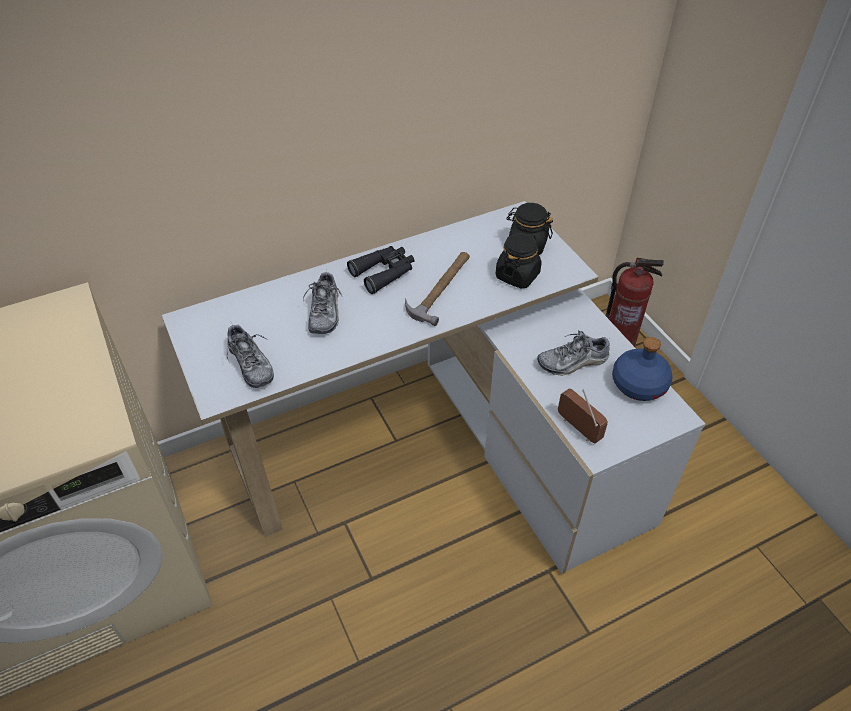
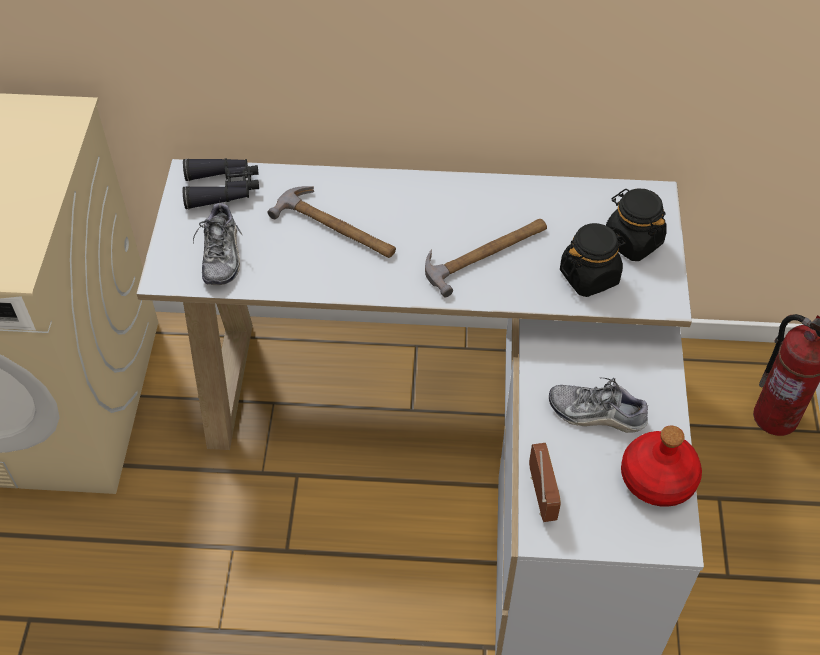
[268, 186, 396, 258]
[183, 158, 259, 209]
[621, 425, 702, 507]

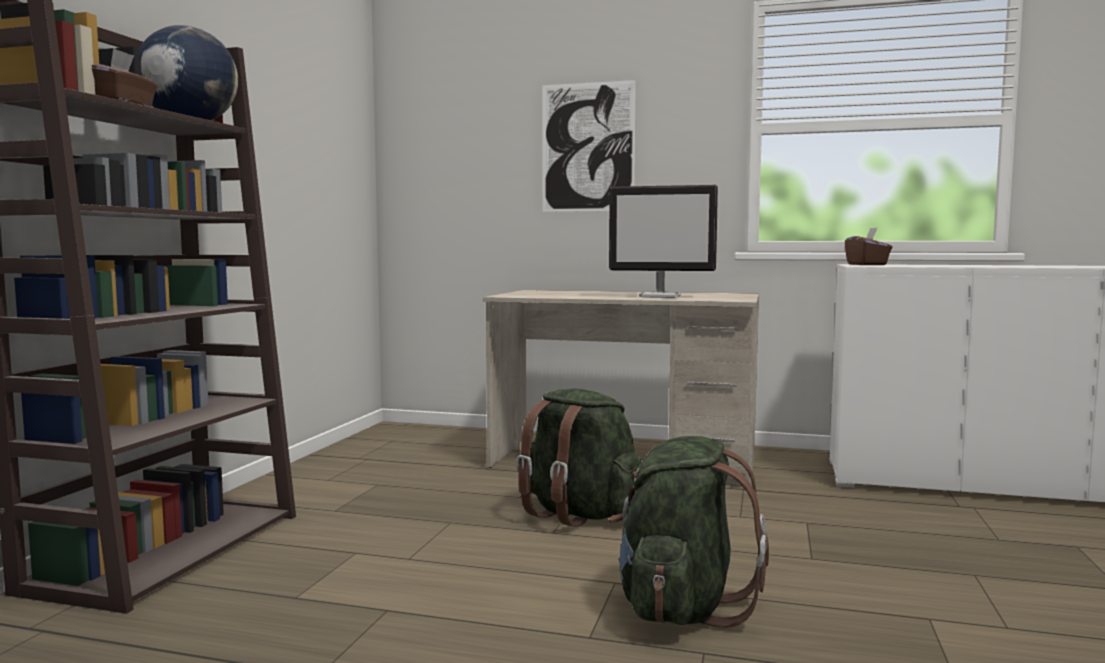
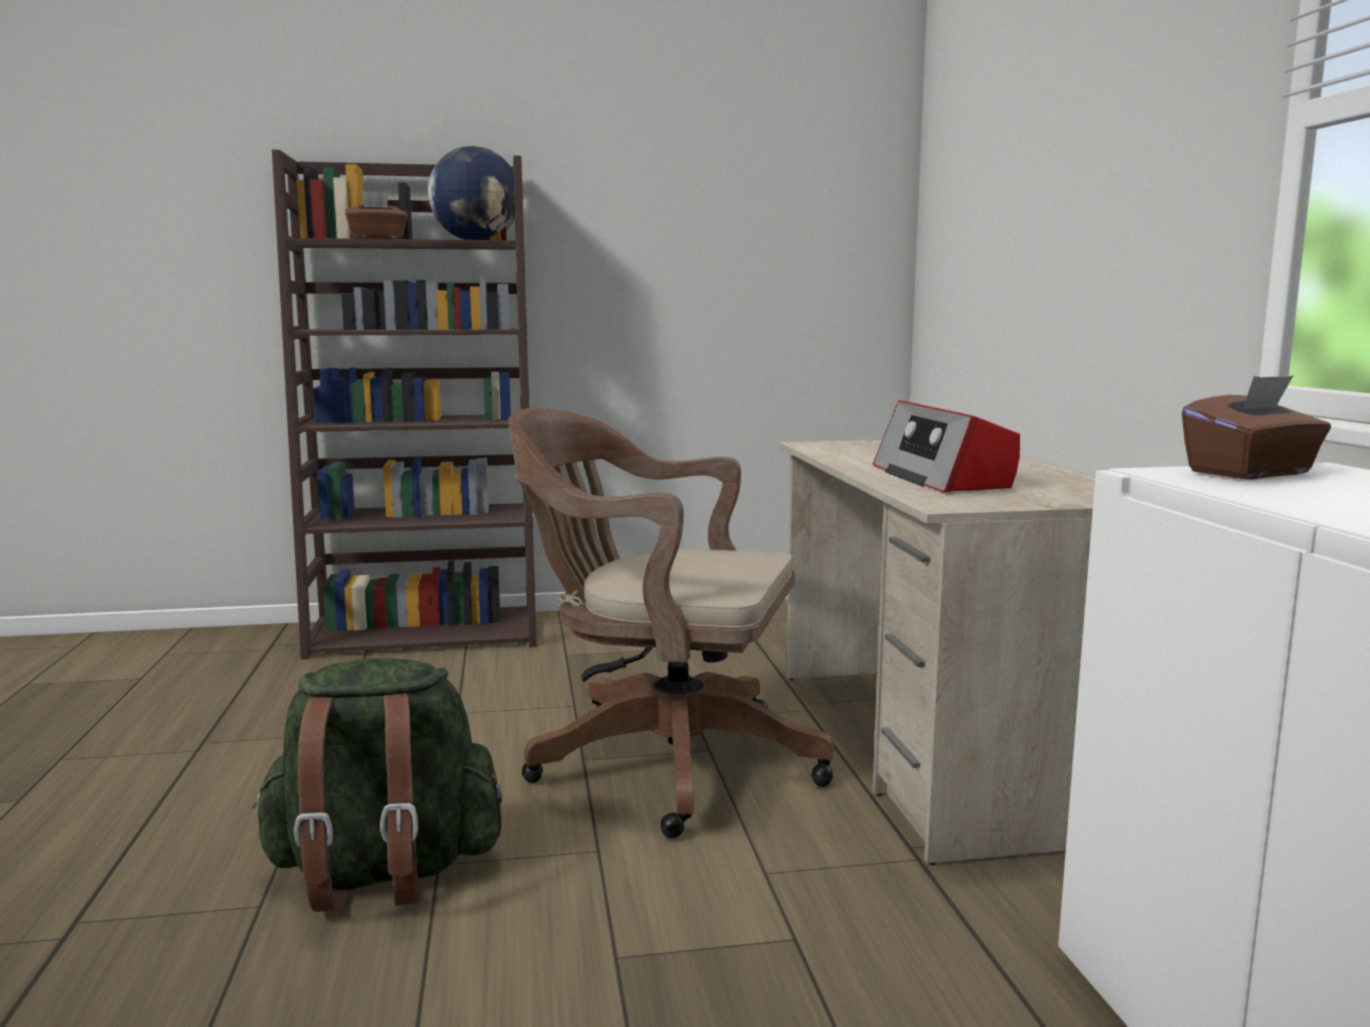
[508, 408, 834, 838]
[542, 80, 636, 212] (first image)
[873, 400, 1020, 493]

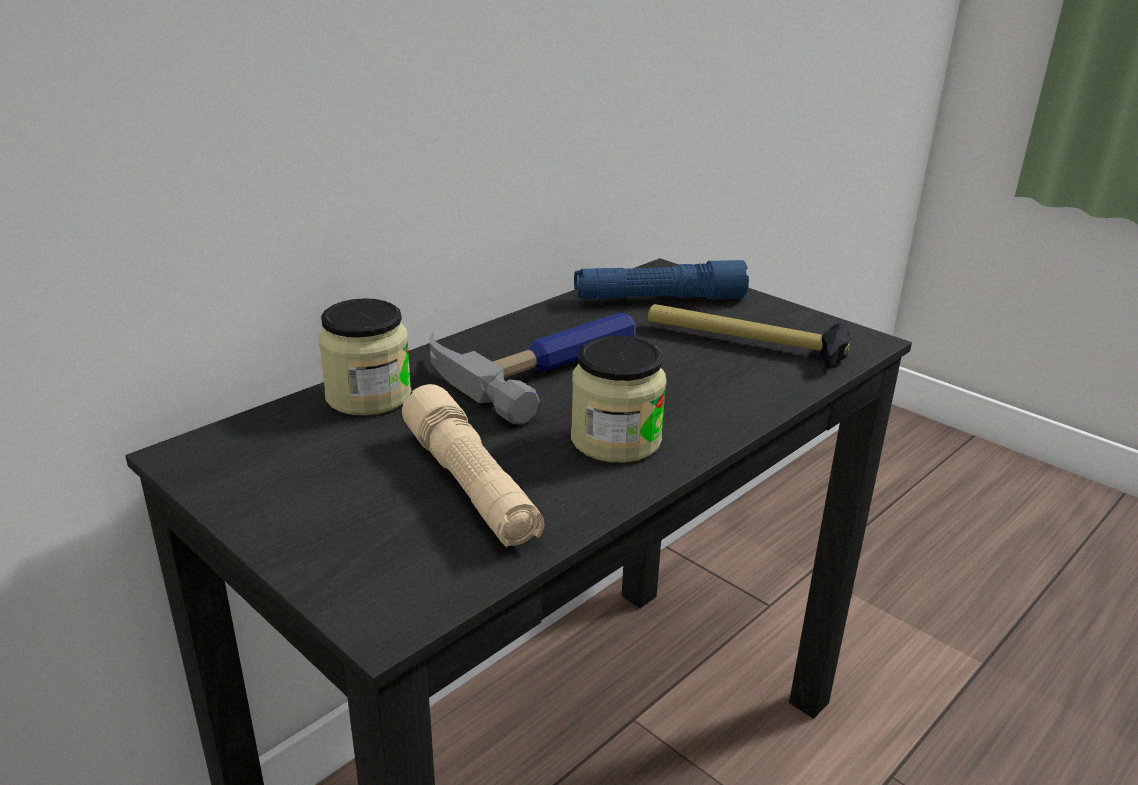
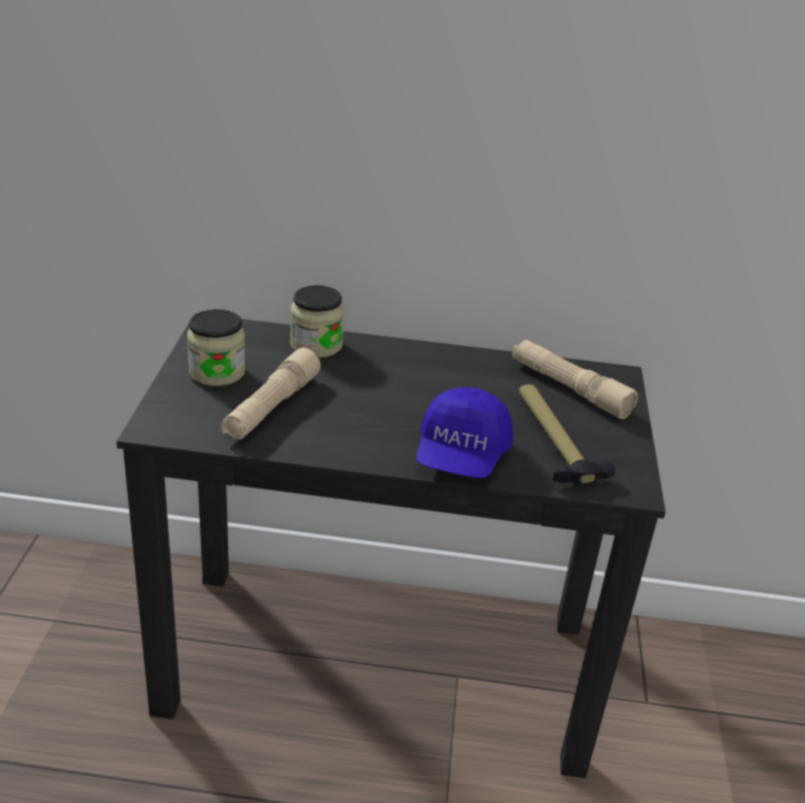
[430, 313, 636, 424] (first image)
[187, 309, 245, 386]
[512, 340, 638, 419]
[417, 387, 513, 478]

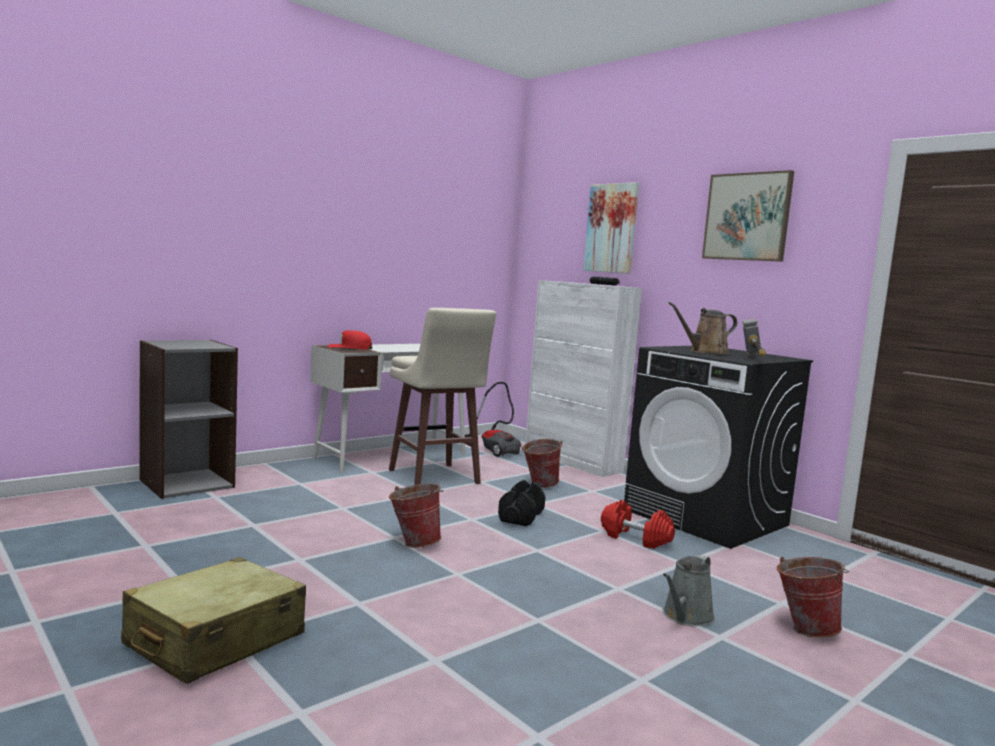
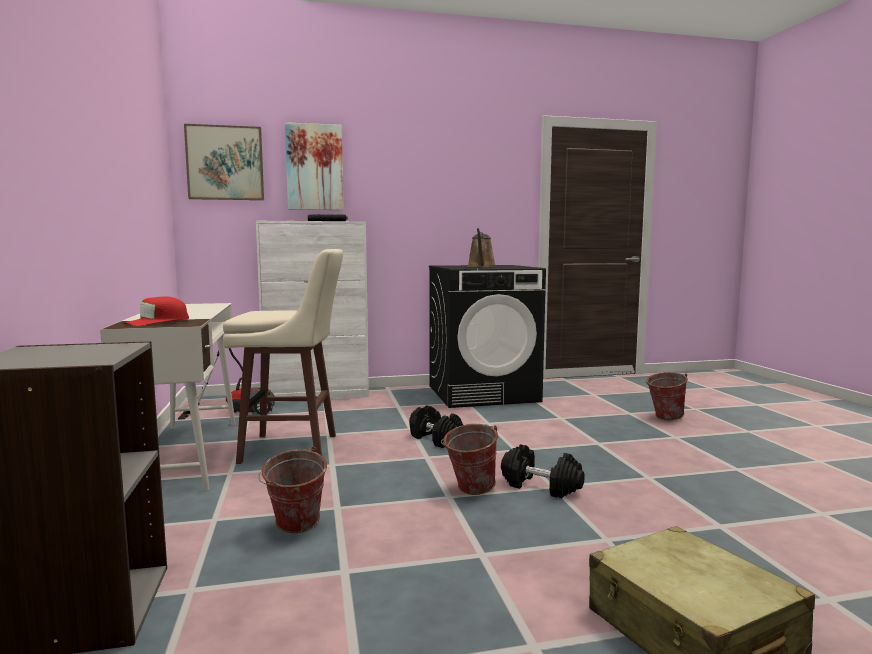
[258, 447, 327, 533]
[601, 500, 675, 549] (first image)
[663, 555, 715, 627] (first image)
[184, 124, 264, 200]
[742, 319, 766, 357] (first image)
[501, 444, 585, 498]

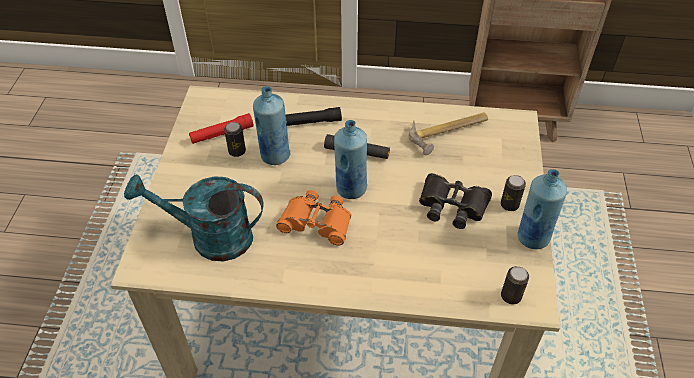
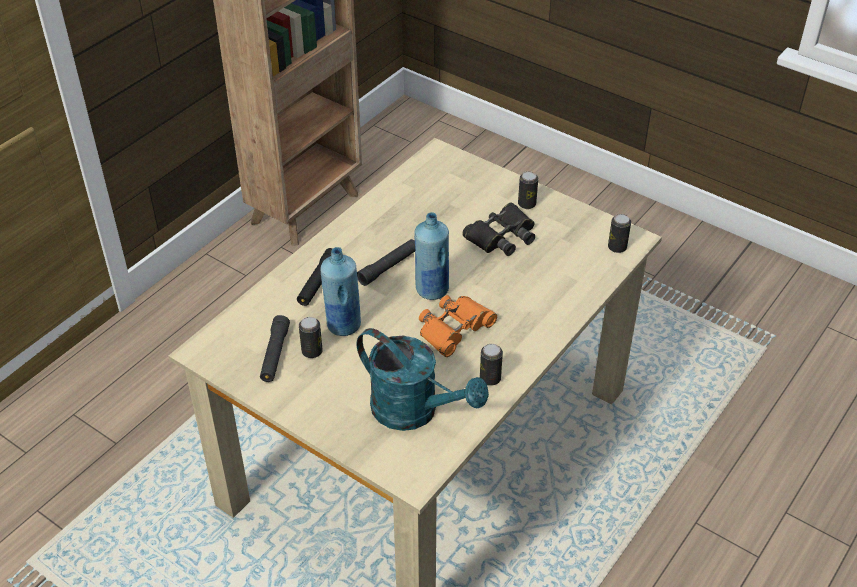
[357, 328, 489, 431]
[260, 315, 290, 382]
[409, 112, 488, 155] (first image)
[518, 169, 567, 249] (first image)
[480, 344, 503, 386]

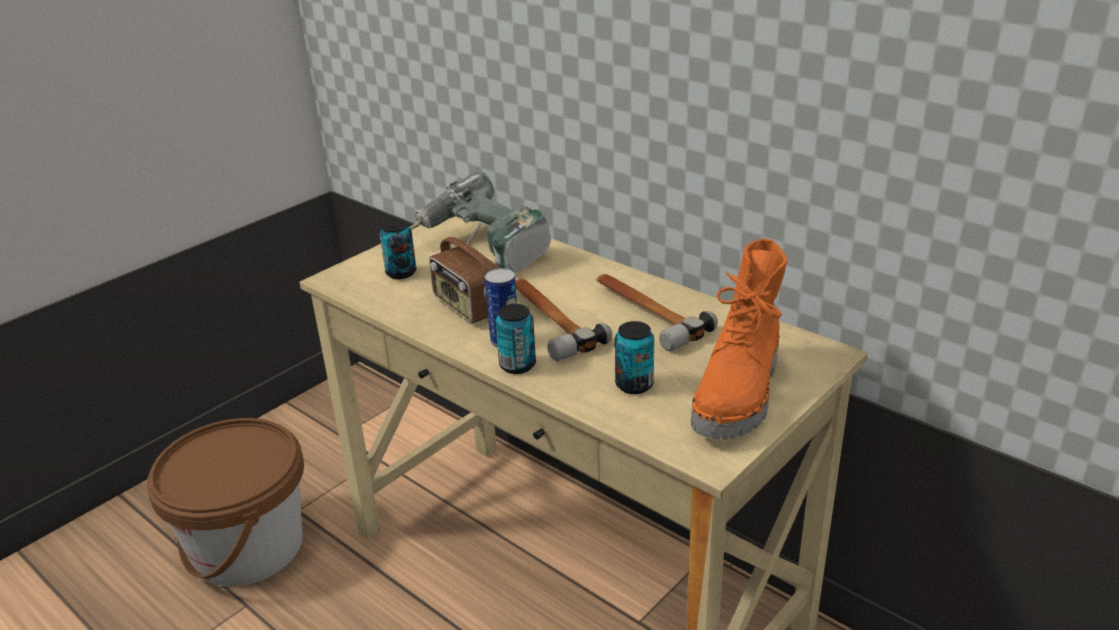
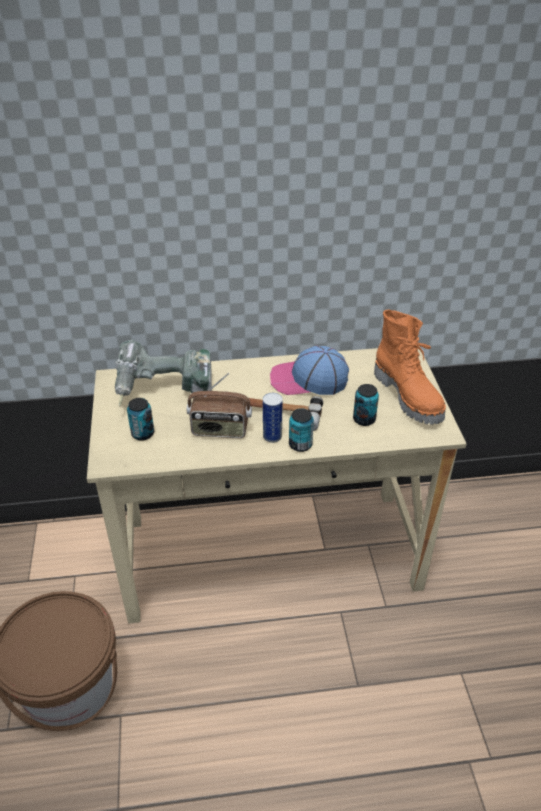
[270, 346, 349, 395]

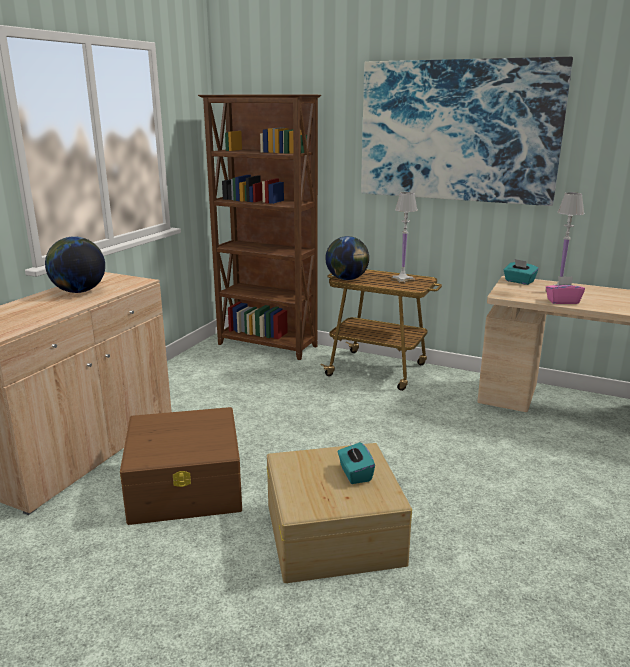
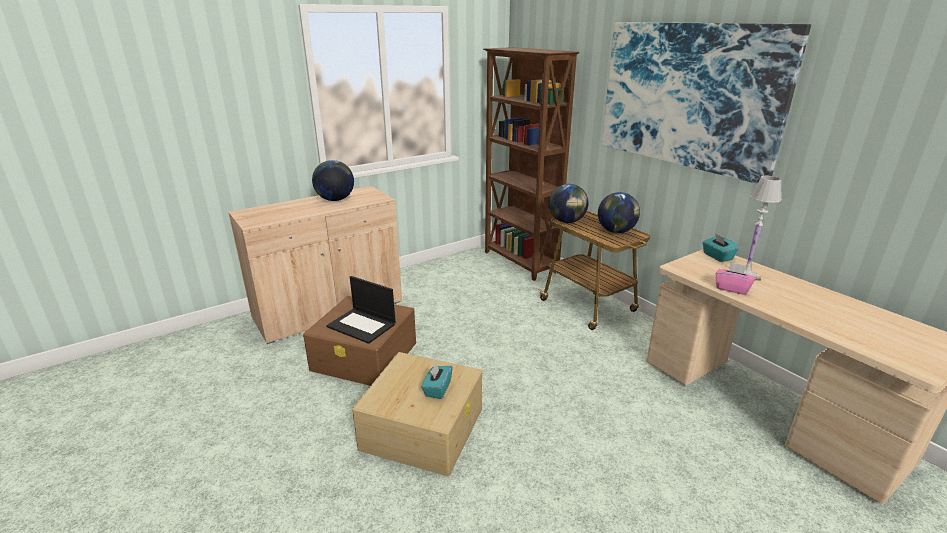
[598, 192, 640, 233]
[326, 276, 395, 344]

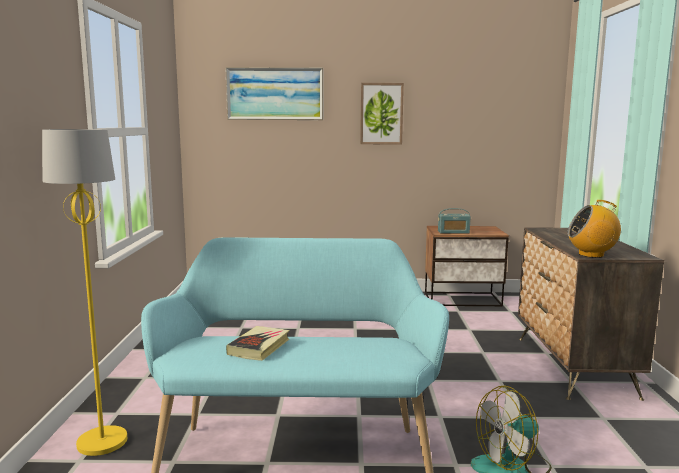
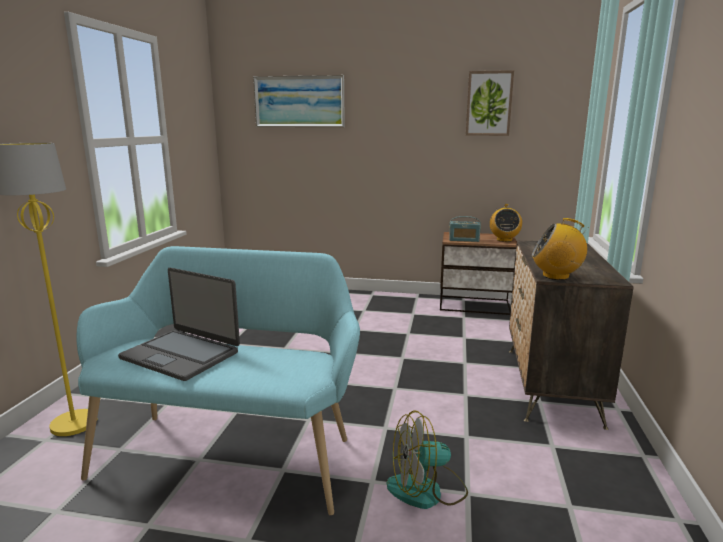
[118, 268, 240, 381]
[466, 70, 514, 136]
[490, 204, 522, 242]

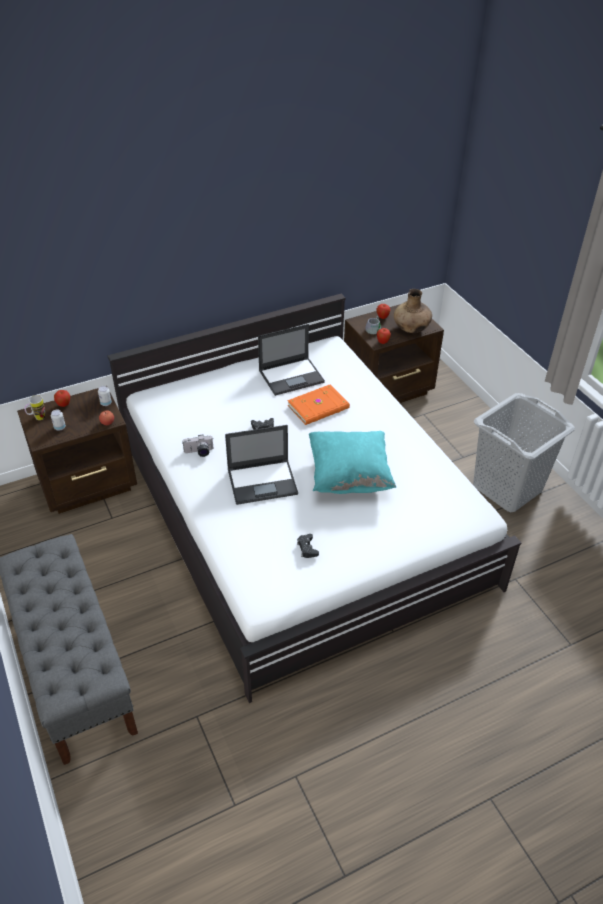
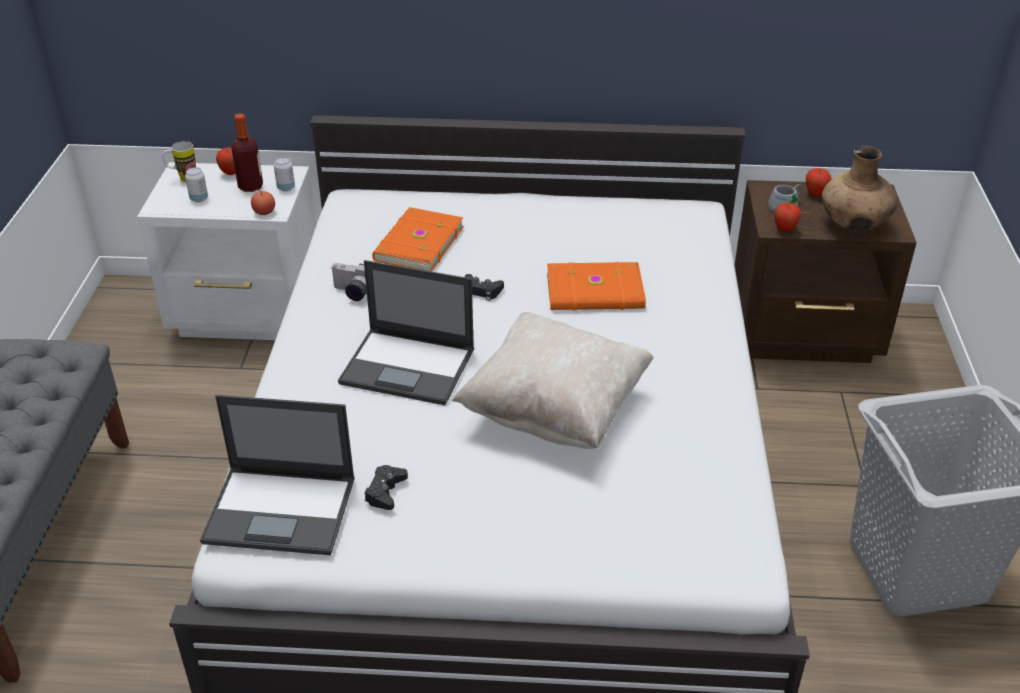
[137, 162, 316, 340]
[200, 395, 355, 555]
[452, 312, 654, 449]
[232, 114, 263, 192]
[372, 207, 464, 272]

